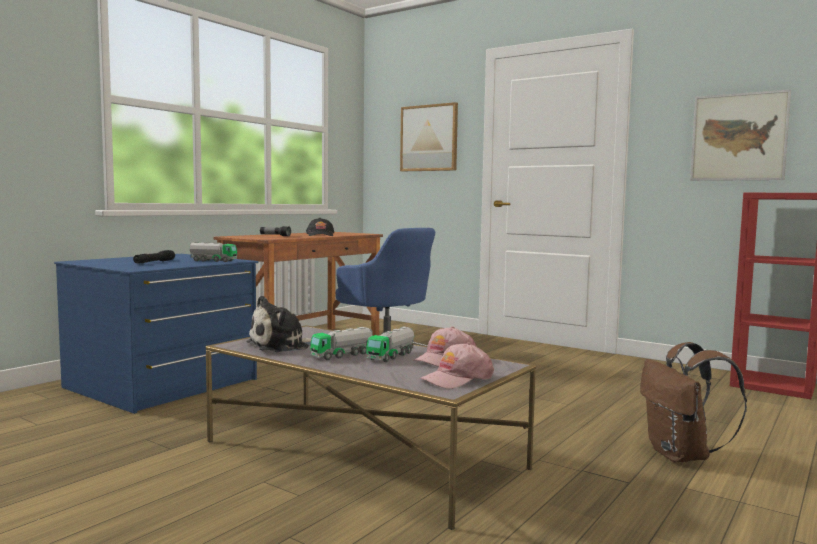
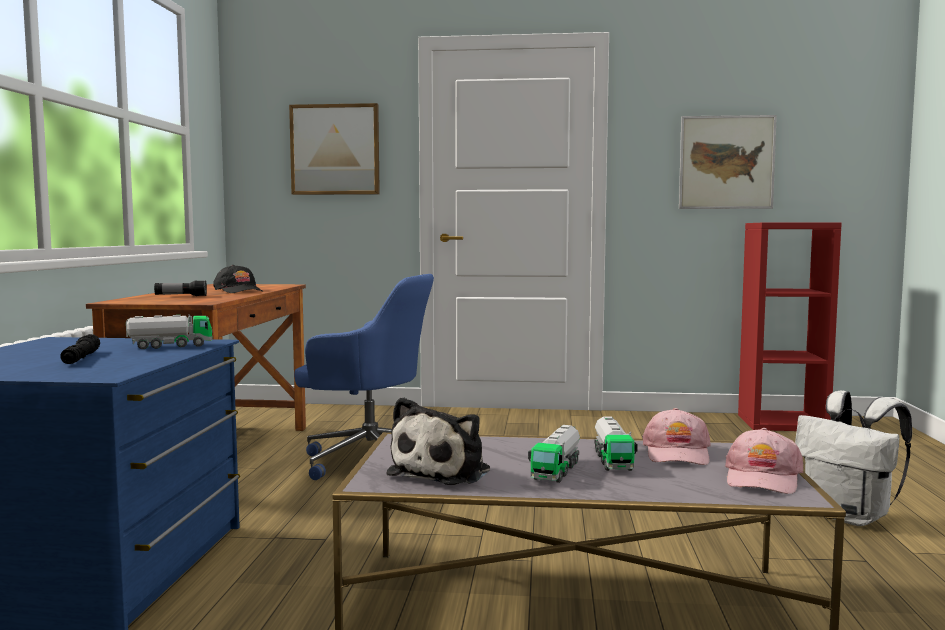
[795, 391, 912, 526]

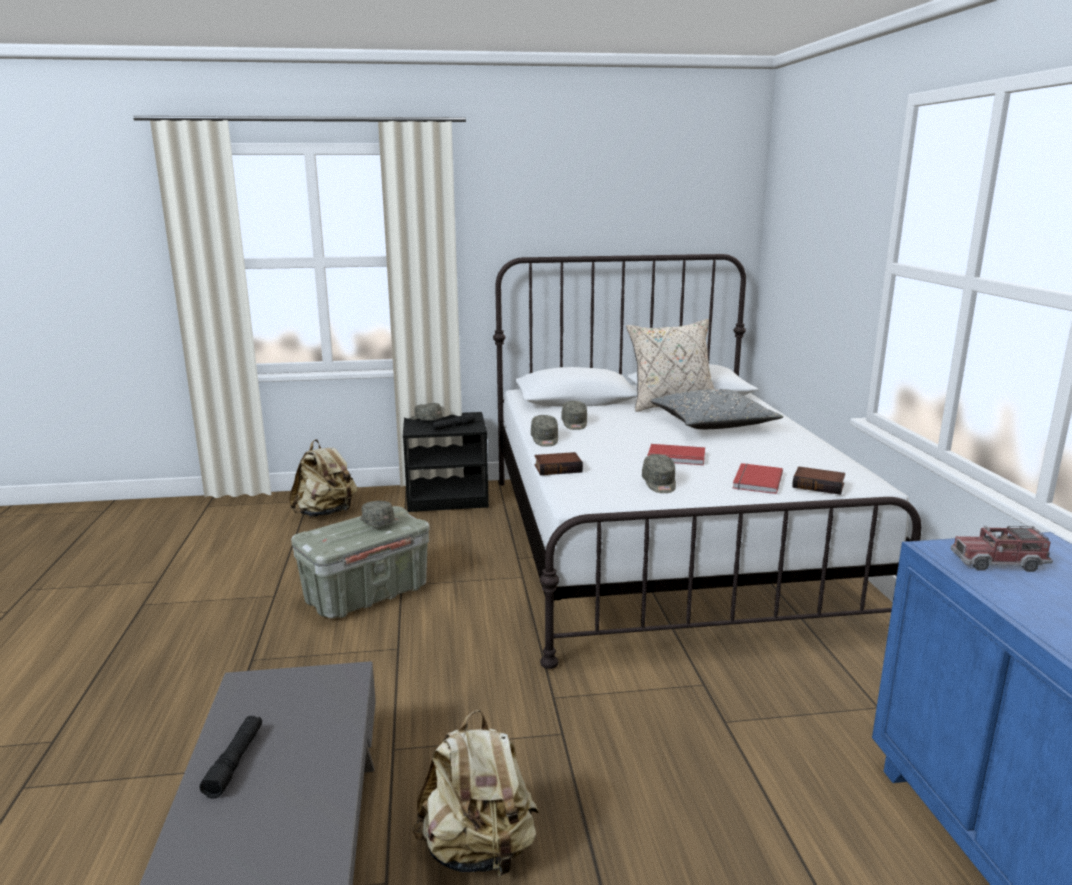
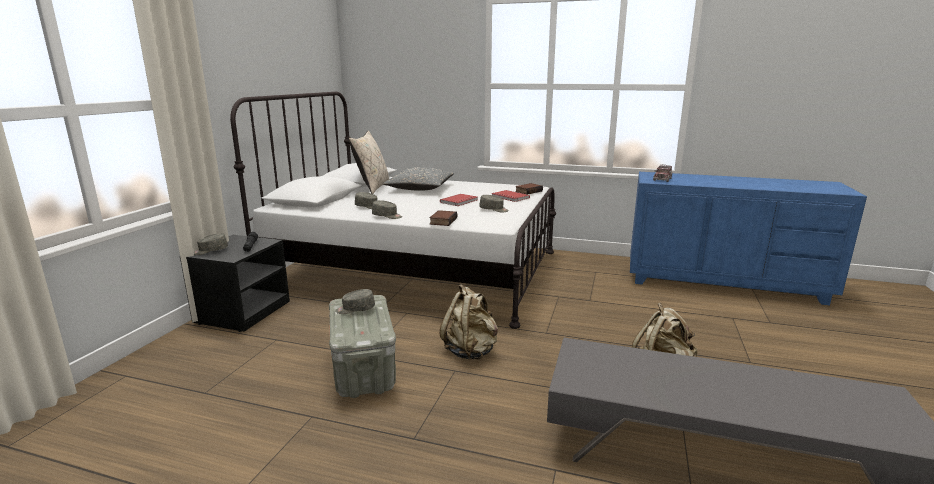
[199, 716, 262, 799] (first image)
[440, 284, 498, 359]

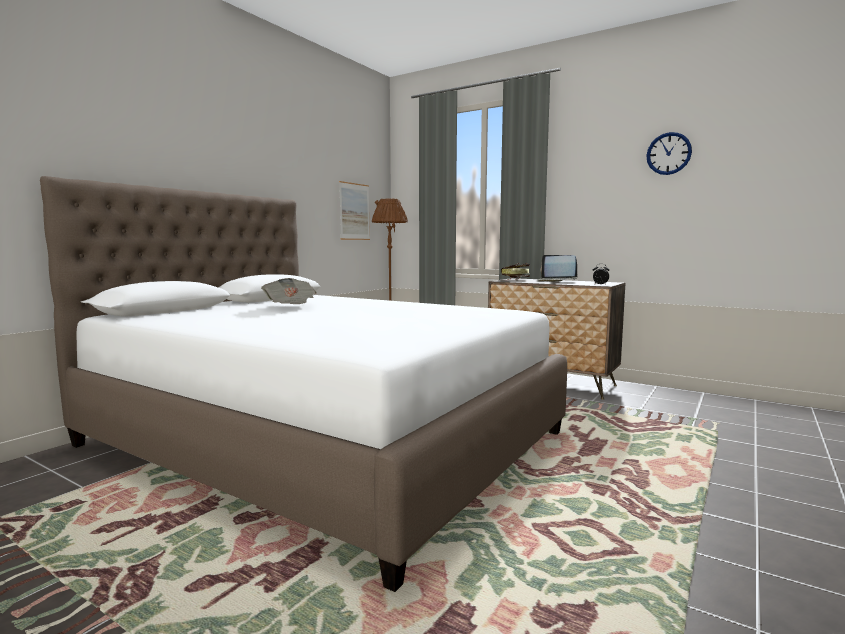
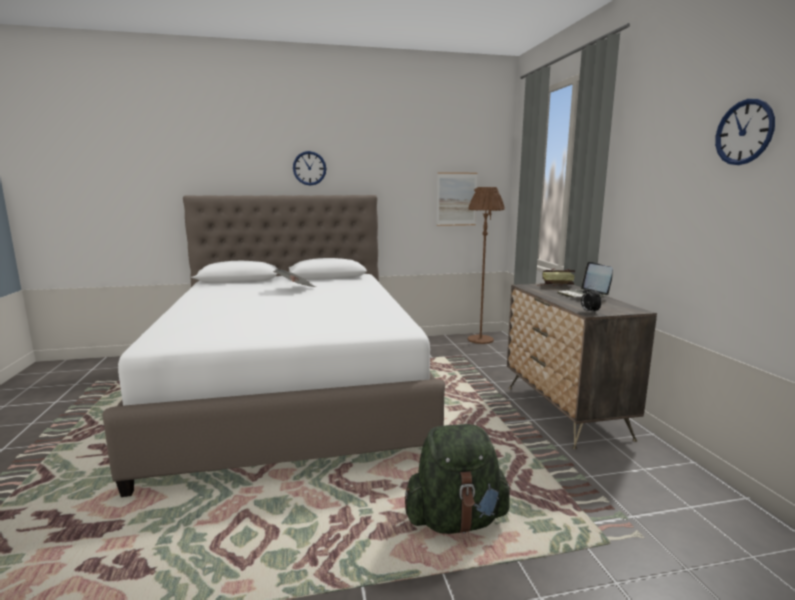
[293, 151, 326, 185]
[405, 424, 511, 534]

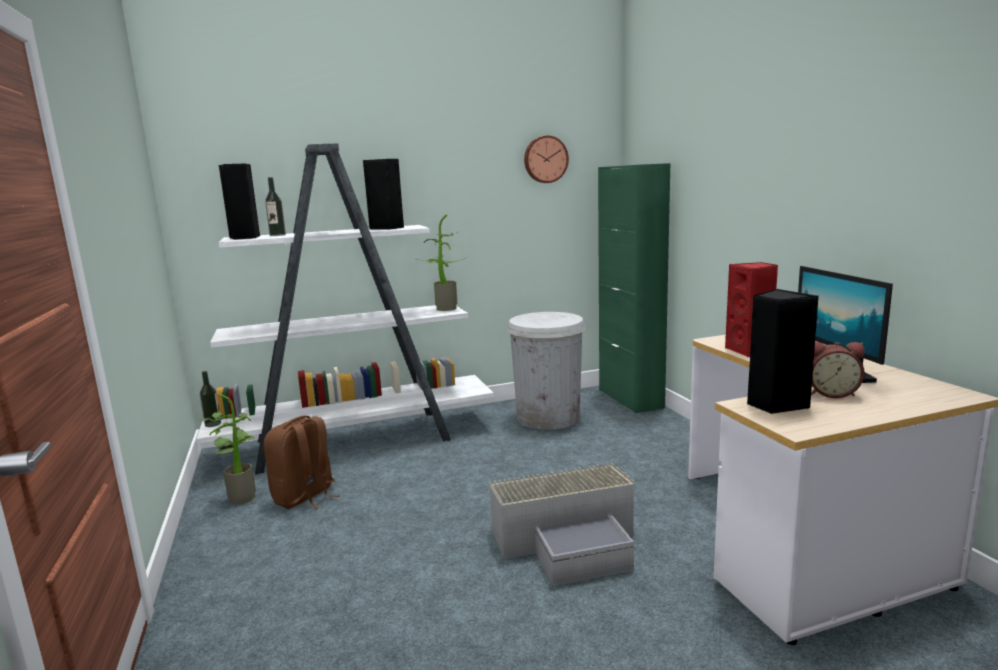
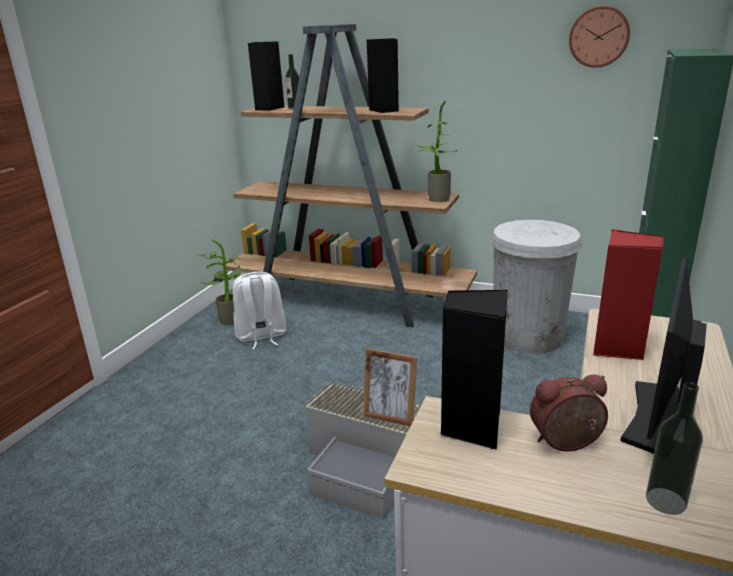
[226, 24, 477, 328]
[646, 382, 703, 515]
[233, 272, 287, 349]
[530, 375, 608, 451]
[363, 348, 417, 426]

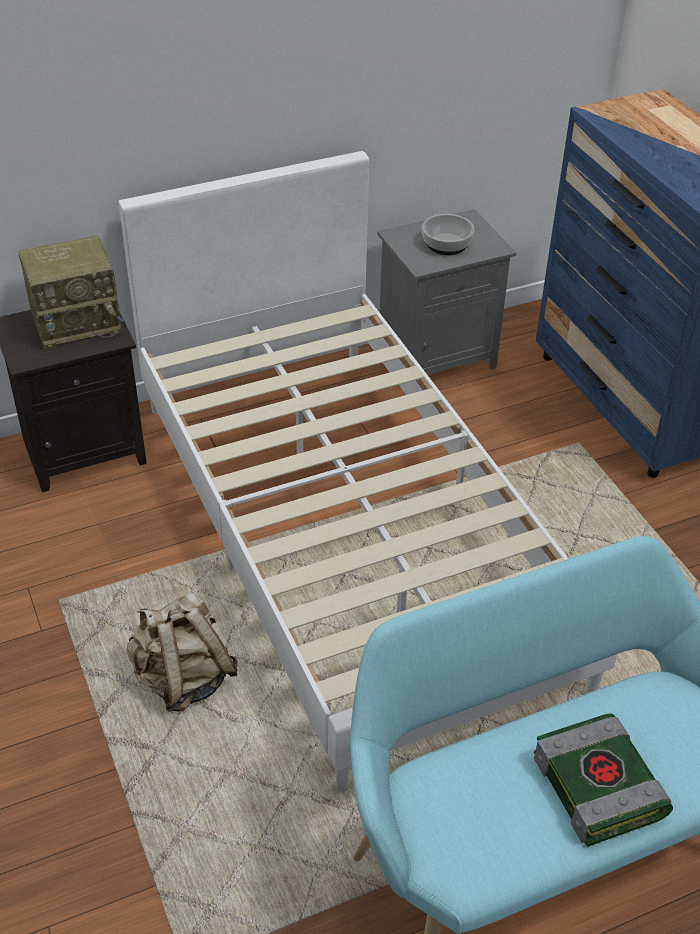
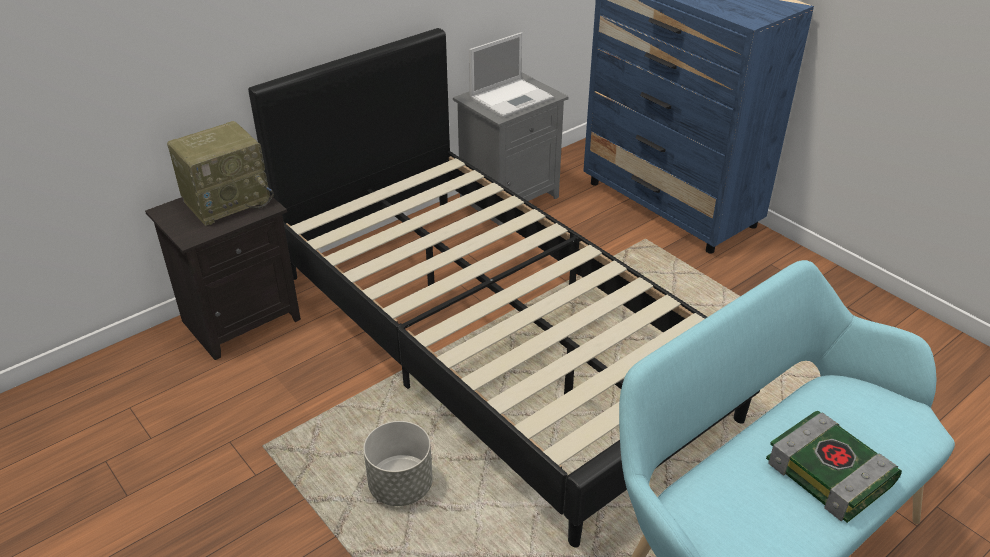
[248, 28, 760, 548]
[363, 421, 433, 506]
[469, 32, 554, 118]

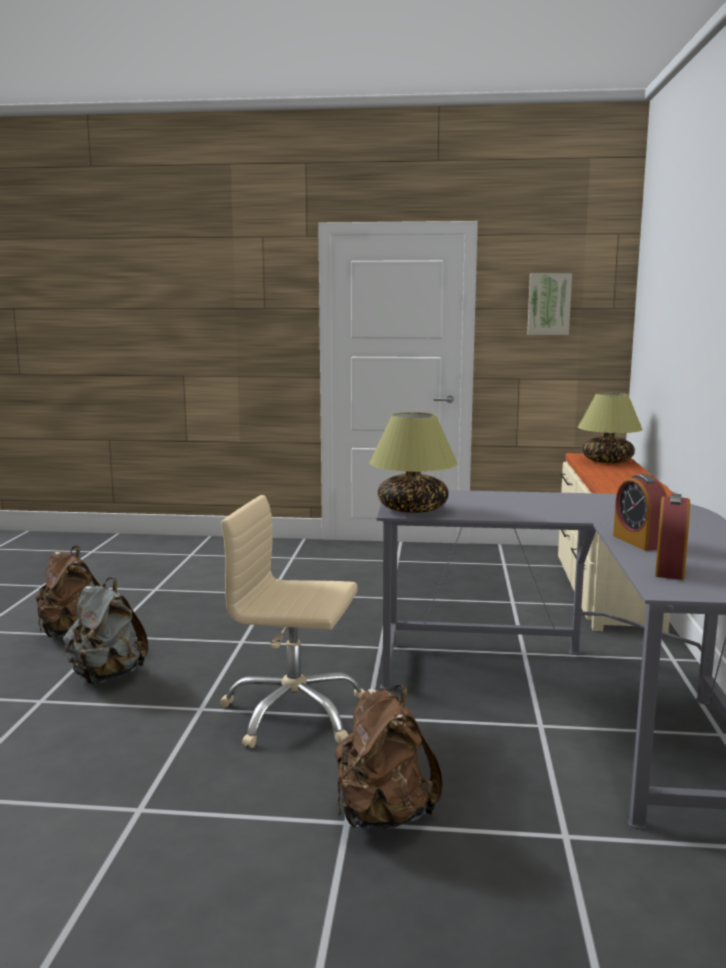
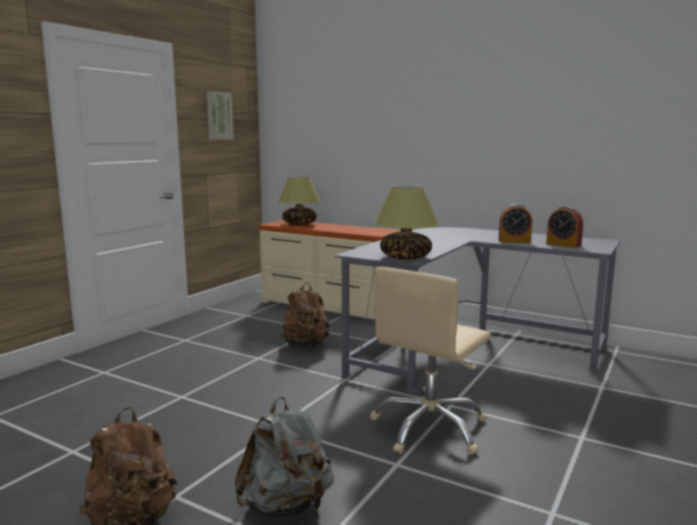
[280, 282, 330, 348]

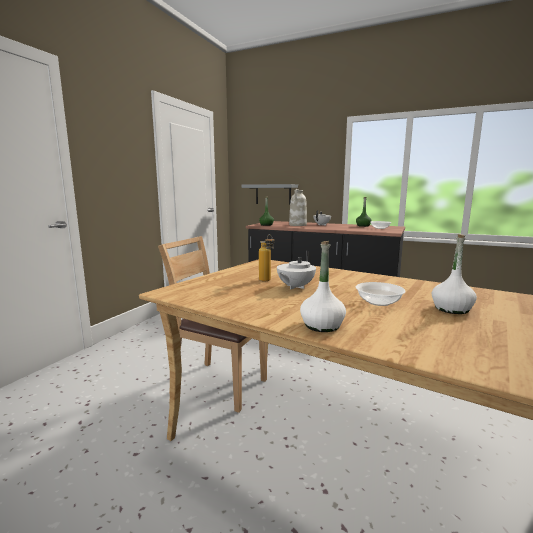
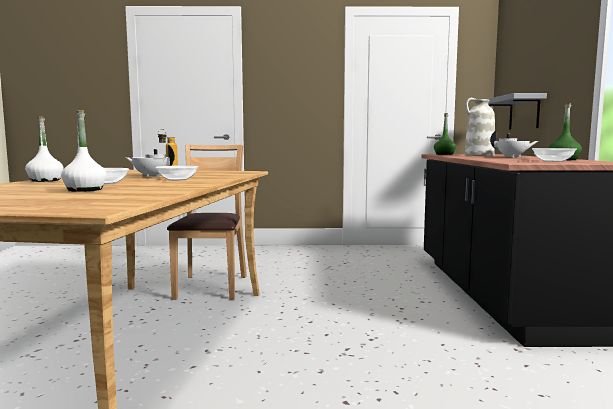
[156, 166, 198, 181]

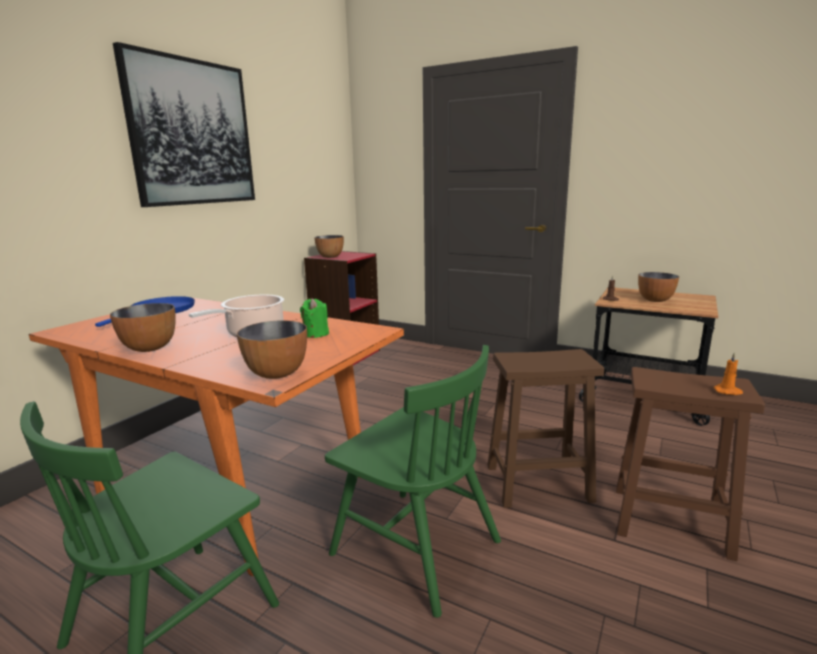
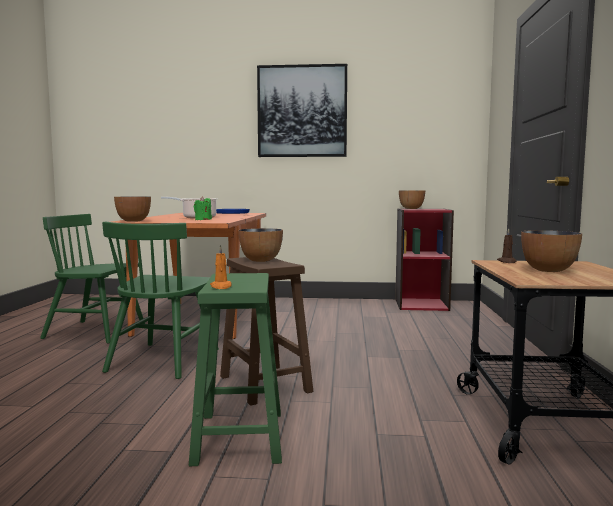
[239, 228, 283, 262]
[189, 273, 282, 466]

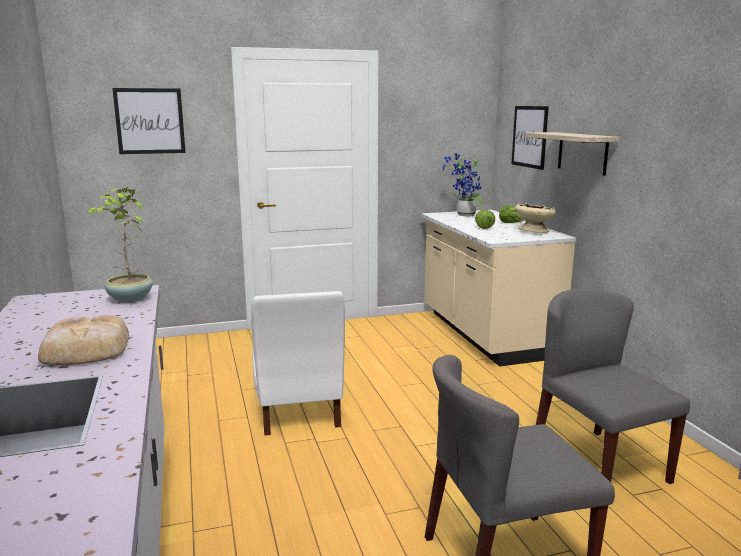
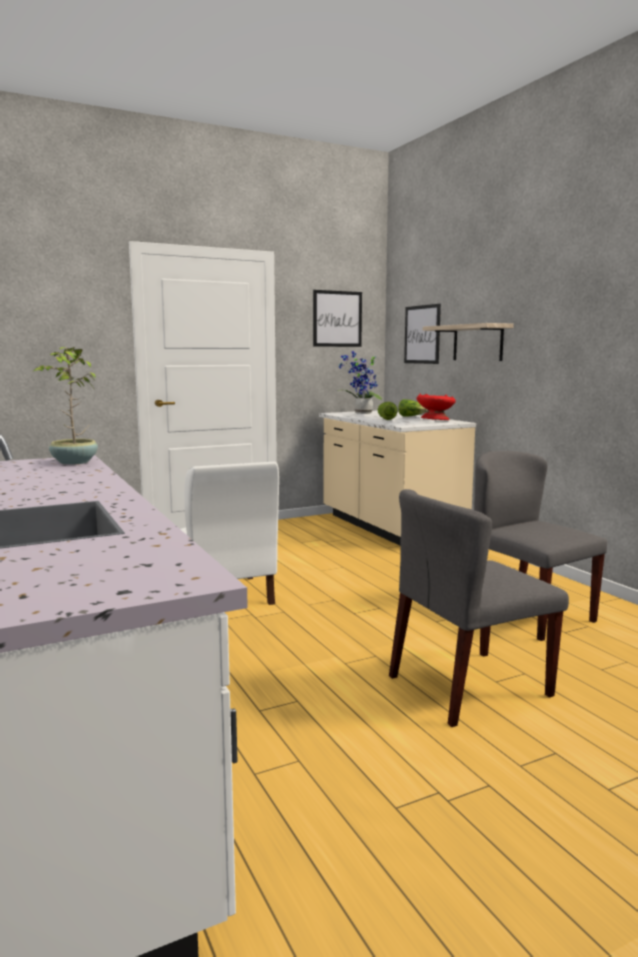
[38, 315, 129, 365] (first image)
[313, 290, 362, 347]
[416, 394, 456, 420]

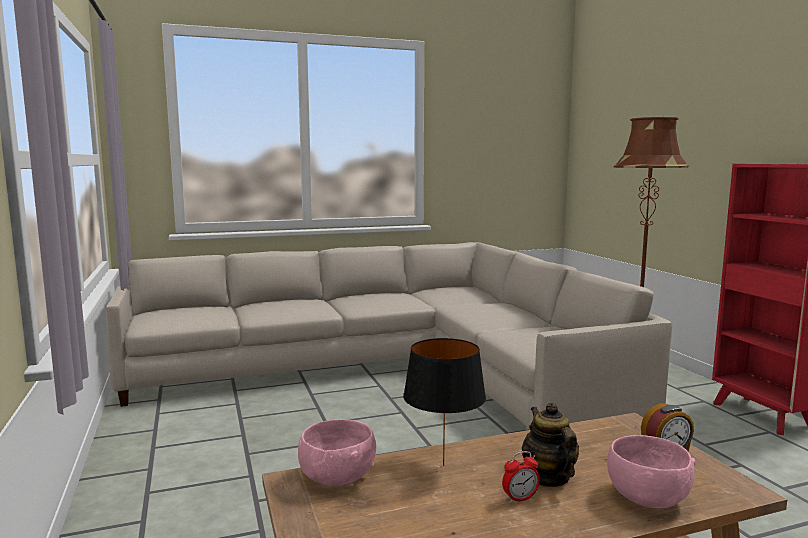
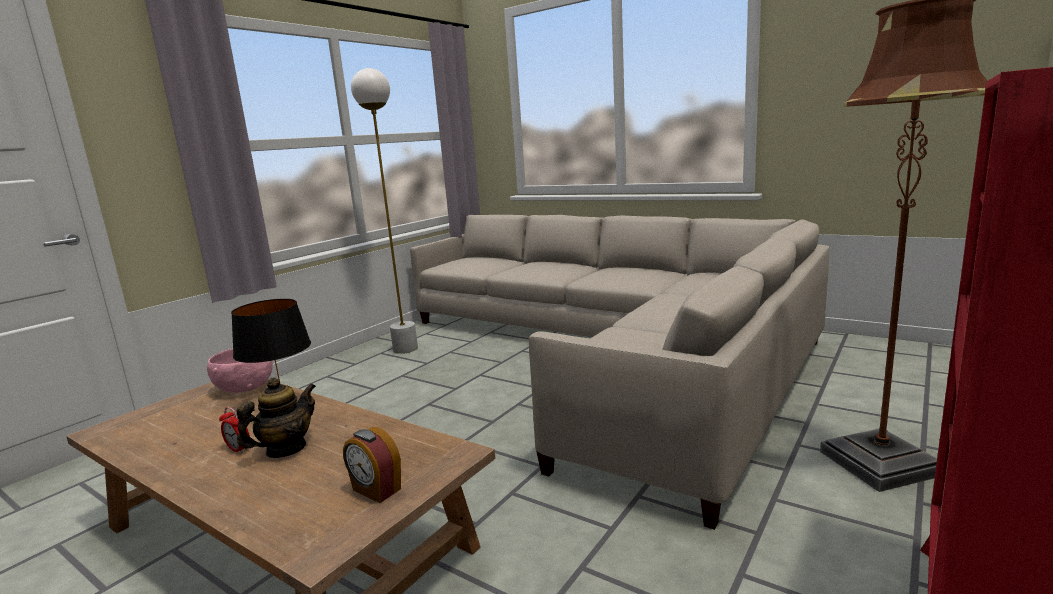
[607, 435, 696, 508] (first image)
[351, 68, 418, 354]

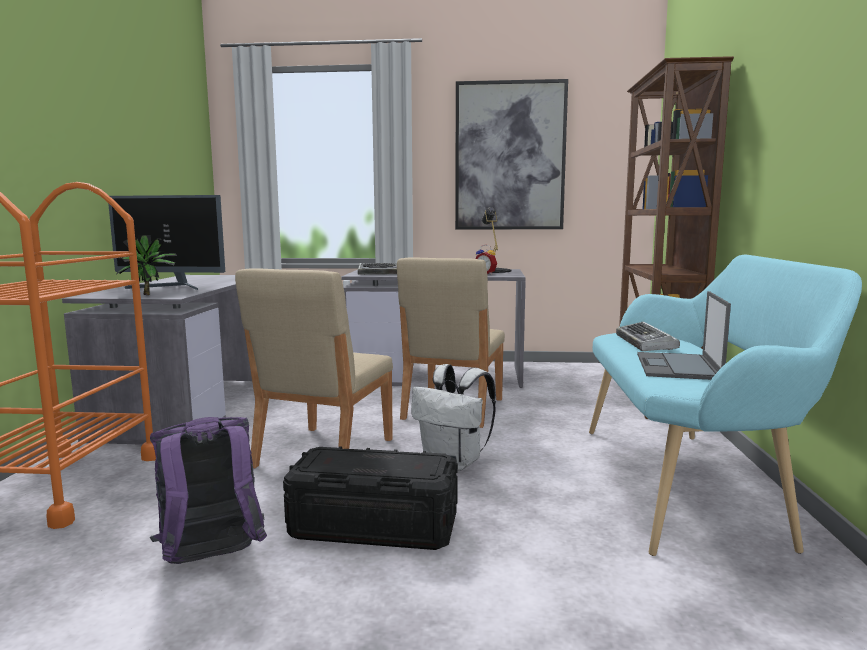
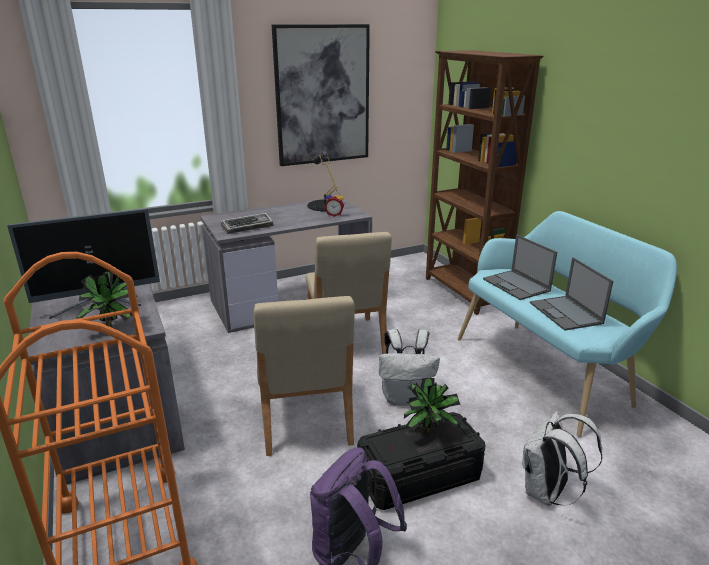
[483, 235, 557, 300]
[404, 378, 461, 436]
[522, 411, 603, 506]

